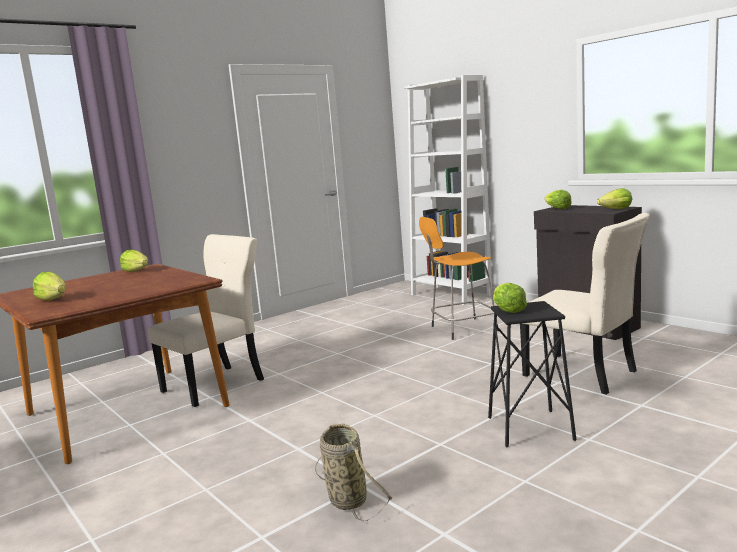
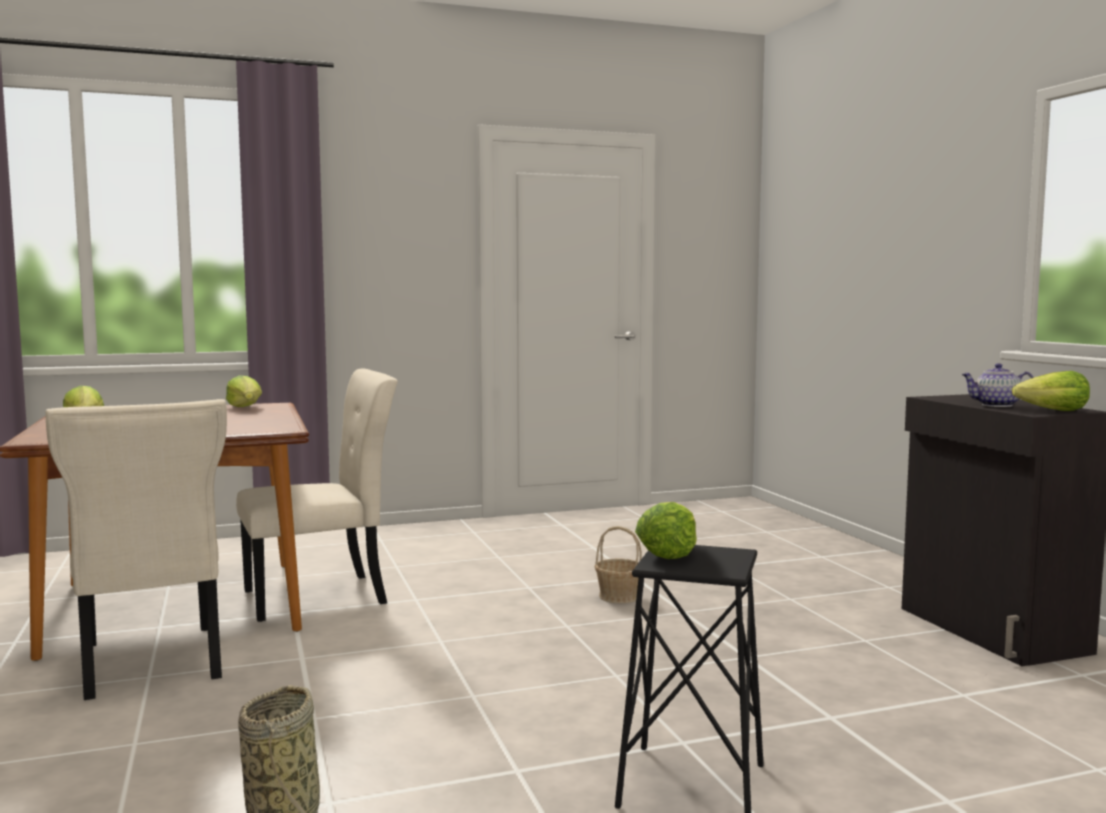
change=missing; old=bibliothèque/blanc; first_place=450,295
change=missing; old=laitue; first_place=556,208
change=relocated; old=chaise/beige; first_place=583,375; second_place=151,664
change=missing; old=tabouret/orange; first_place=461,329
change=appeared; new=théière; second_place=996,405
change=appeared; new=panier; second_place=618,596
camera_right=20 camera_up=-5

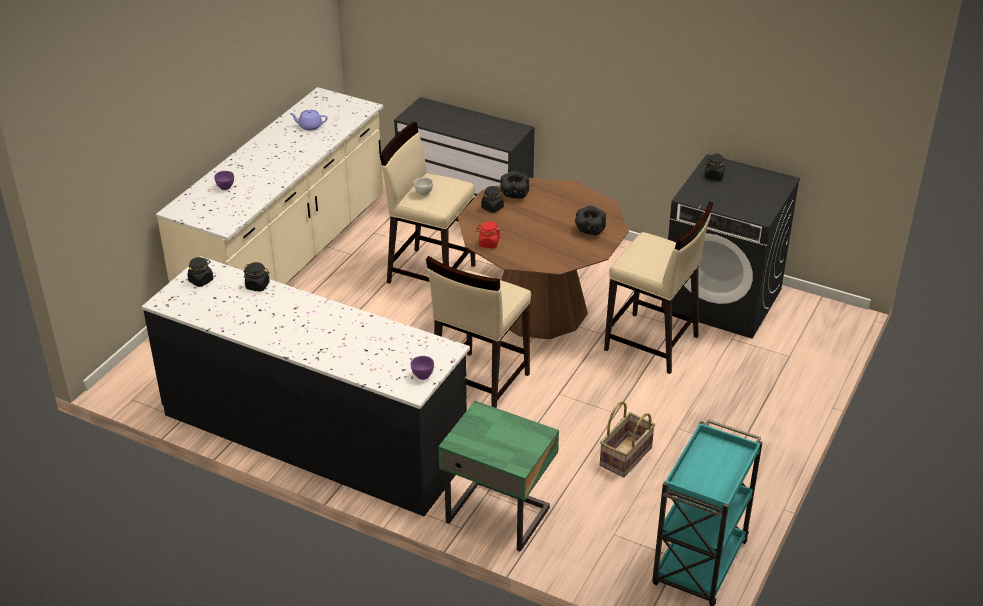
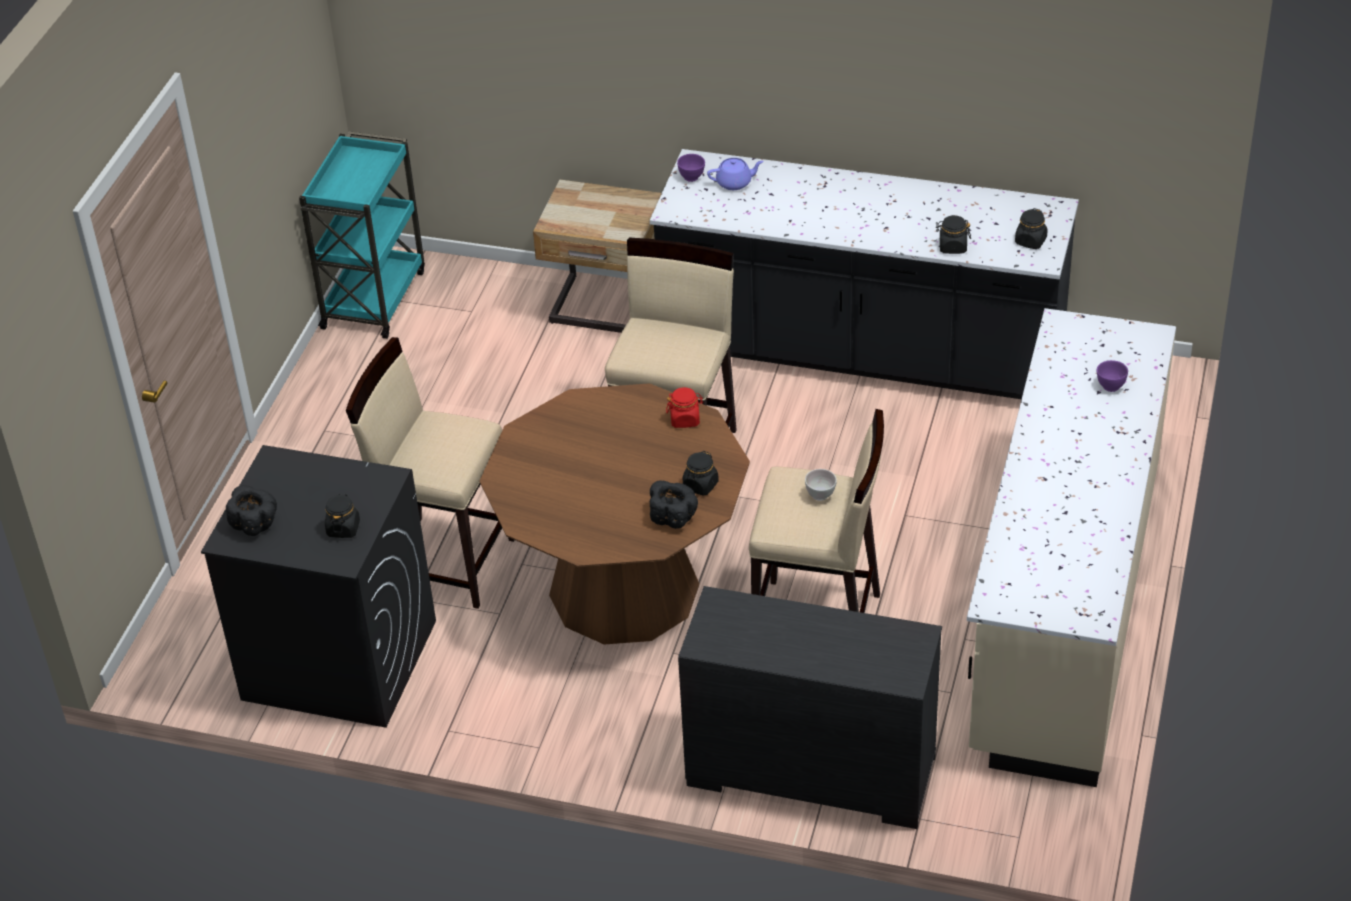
change=relocated; old=théière/violet; first_place=309,126; second_place=735,183
change=relocated; old=bol/noir; first_place=589,230; second_place=255,524
change=colour; old=table de chevet/vert; new=table de chevet/beige; first_place=498,513; second_place=606,309
change=missing; old=panier; first_place=626,457
camera_right=170 camera_up=5

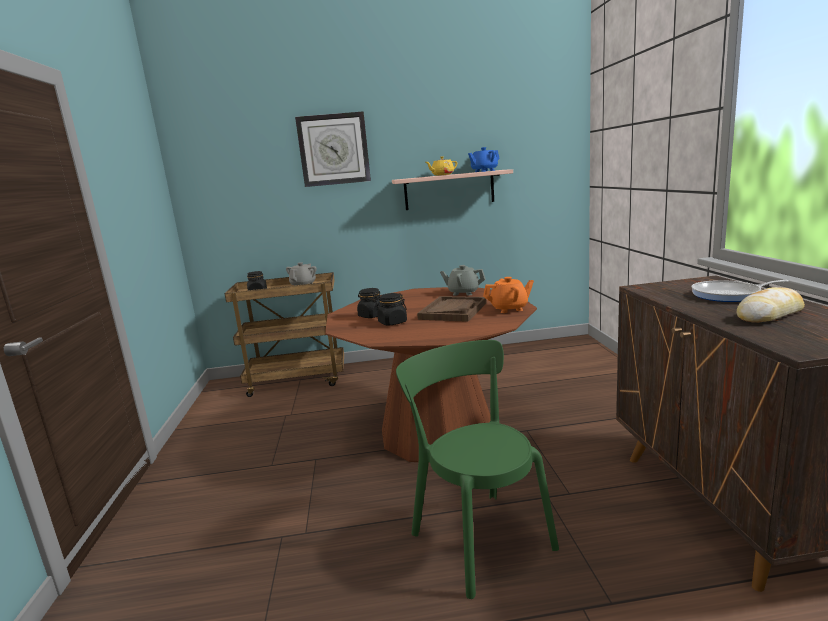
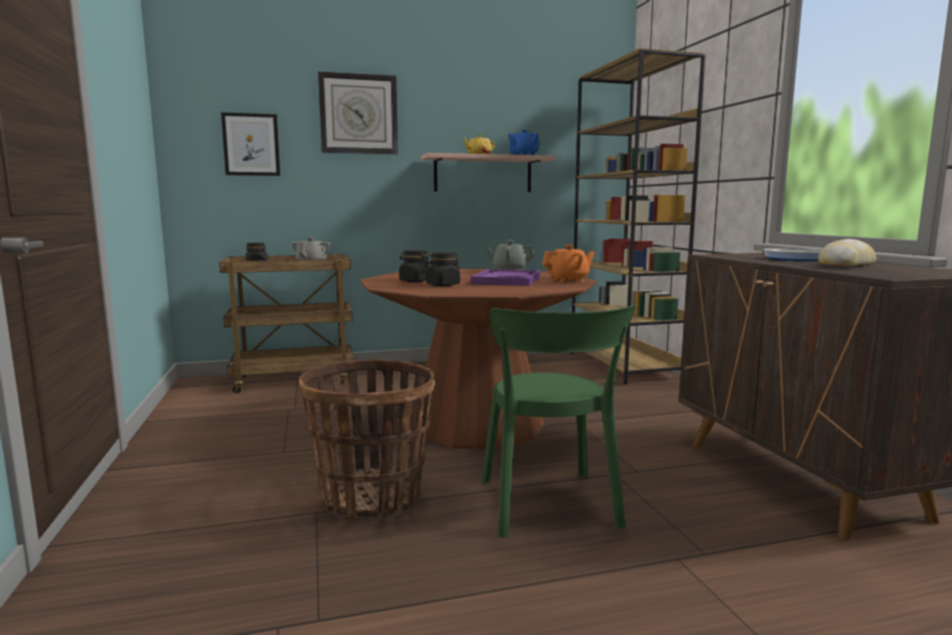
change=colour; old=plateau/marron; new=plateau/violet; first_place=453,311; second_place=506,280
change=spun; old=chaise/vert; first_place=478,536; second_place=549,506; degrees=-150
change=appeared; new=bibliothèque/marron; second_place=623,365
change=appeared; new=tableau; second_place=251,144
change=appeared; new=panier; second_place=372,497
camera_right=-10 camera_up=-5

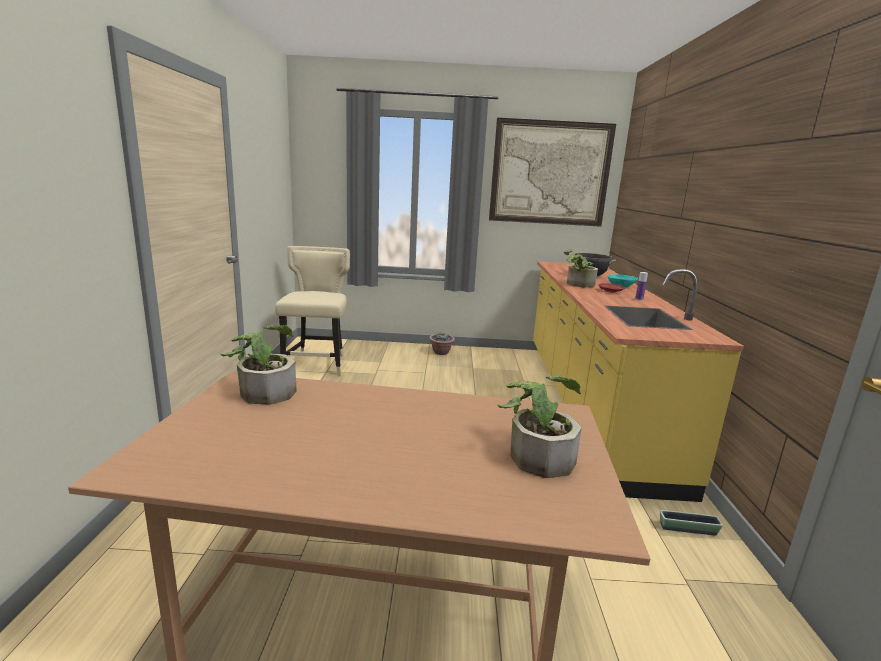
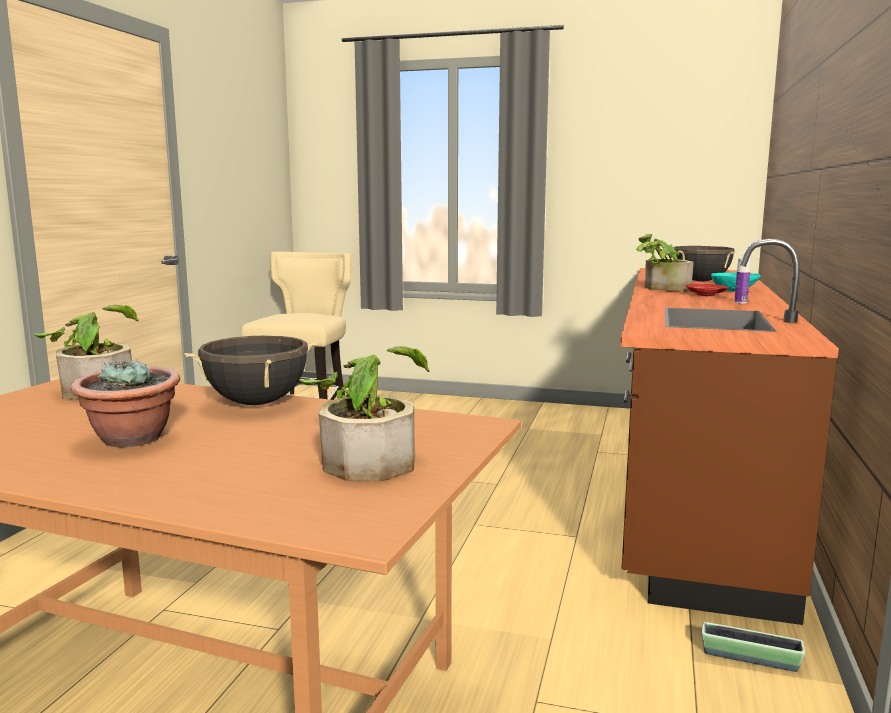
change=missing; old=tableau; first_place=550,173
change=colour; old=comptoir de cuisine/jaune; new=comptoir de cuisine/marron; first_place=589,404; second_place=690,482
change=relocated; old=plante en pot; first_place=441,352; second_place=132,439
change=appeared; new=marmite/noir; second_place=257,403
camera_right=15 camera_up=-5

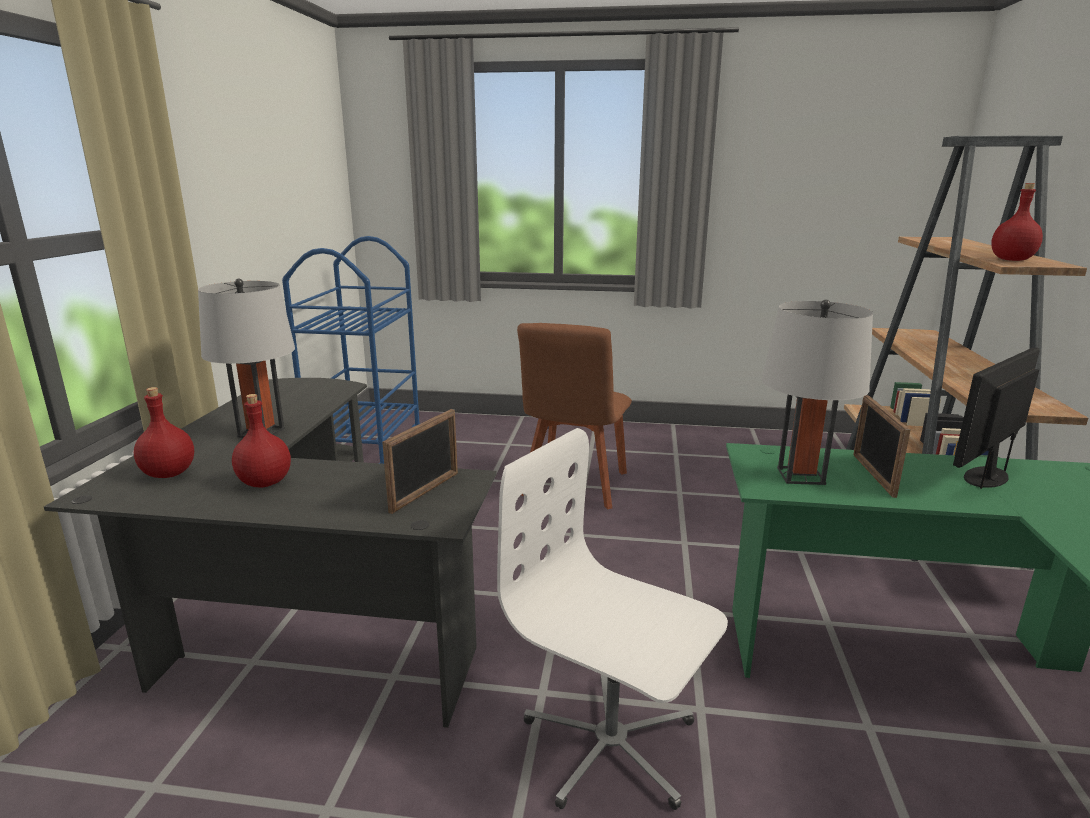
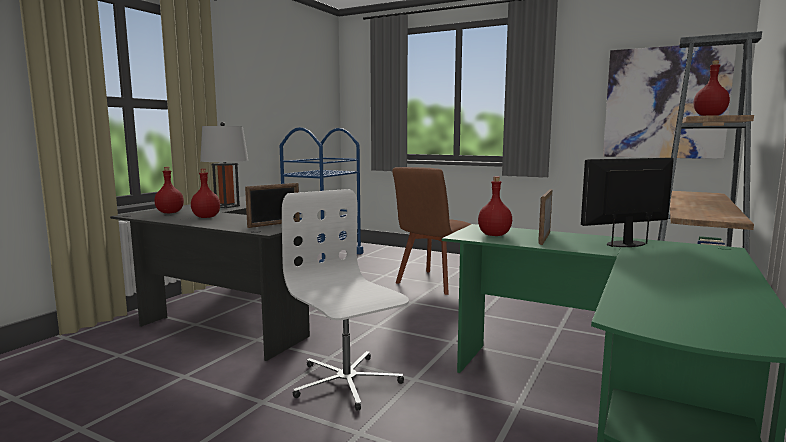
change=exchanged; old=lampe de table/gris; new=bouteille/rouge; first_place=801,476; second_place=494,235
change=appeared; new=tableau; second_place=665,103
camera_right=20 camera_up=-10

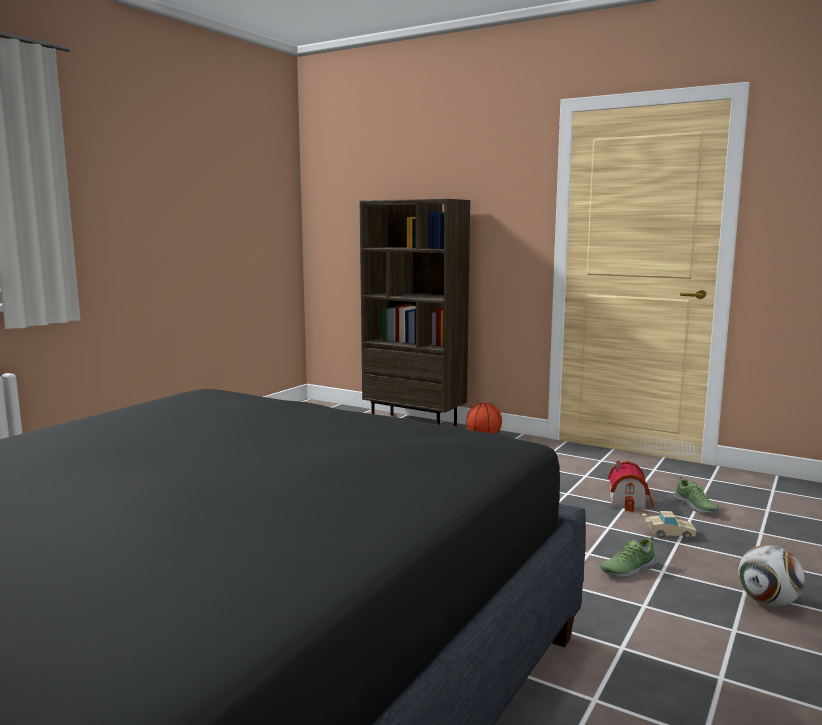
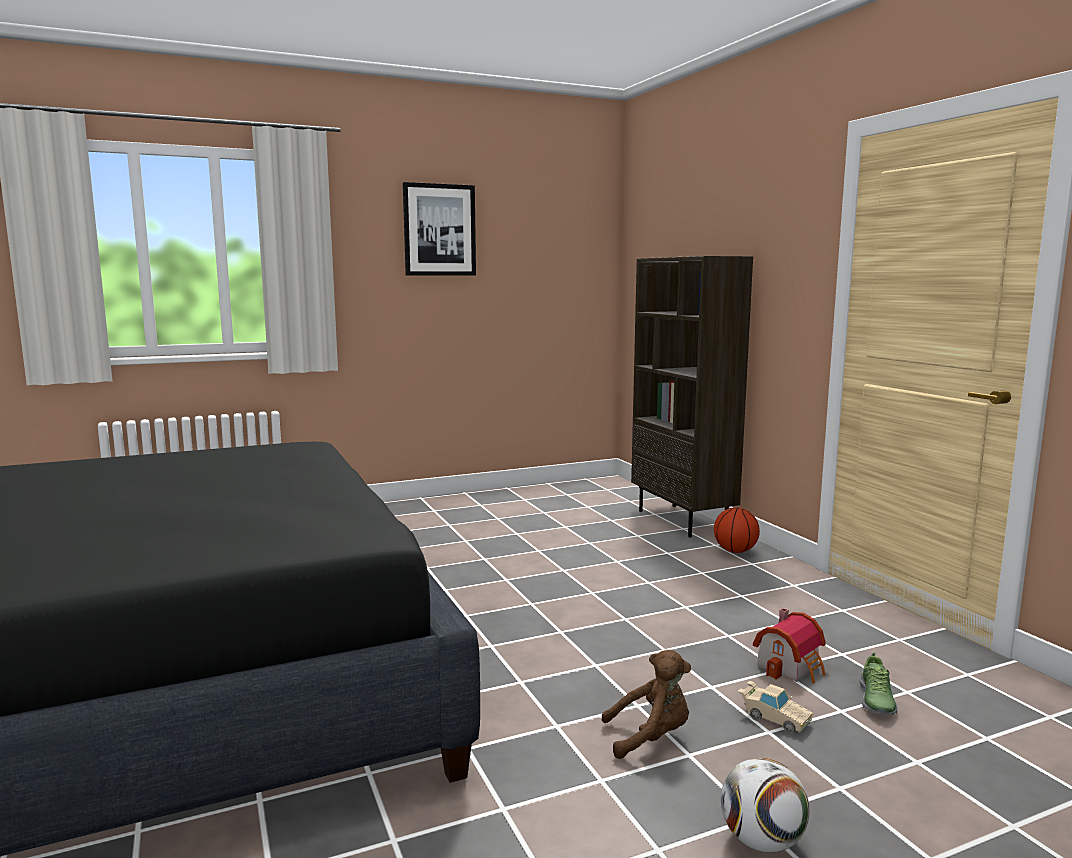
change=exchanged; old=chaussure; new=peluche/marron; first_place=627,569; second_place=650,737
change=appeared; new=tableau; second_place=439,230
camera_right=35 camera_up=0

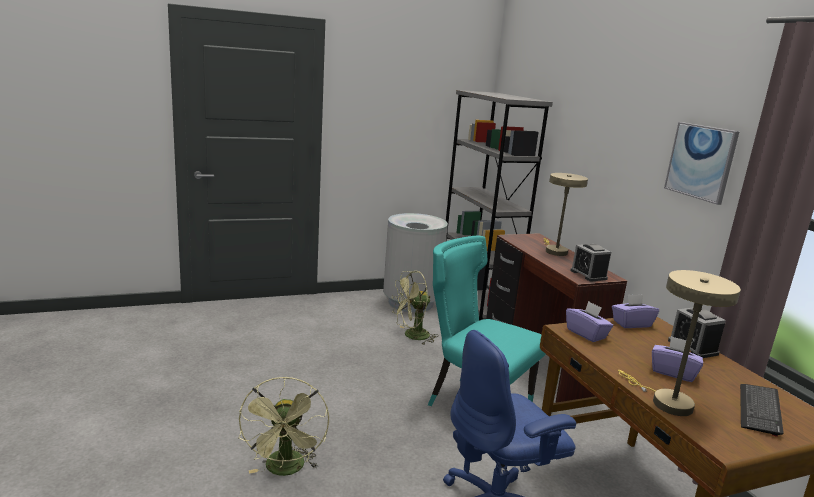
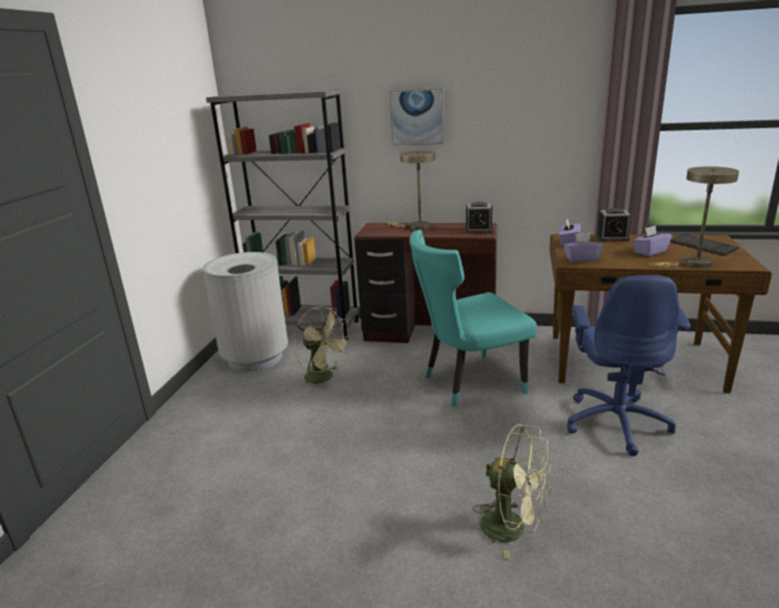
change=relocated; old=tableau; first_place=701,161; second_place=417,117
change=spun; old=ventilateur/vert; first_place=411,336; second_place=324,378; degrees=-60
camera_right=-55 camera_up=5

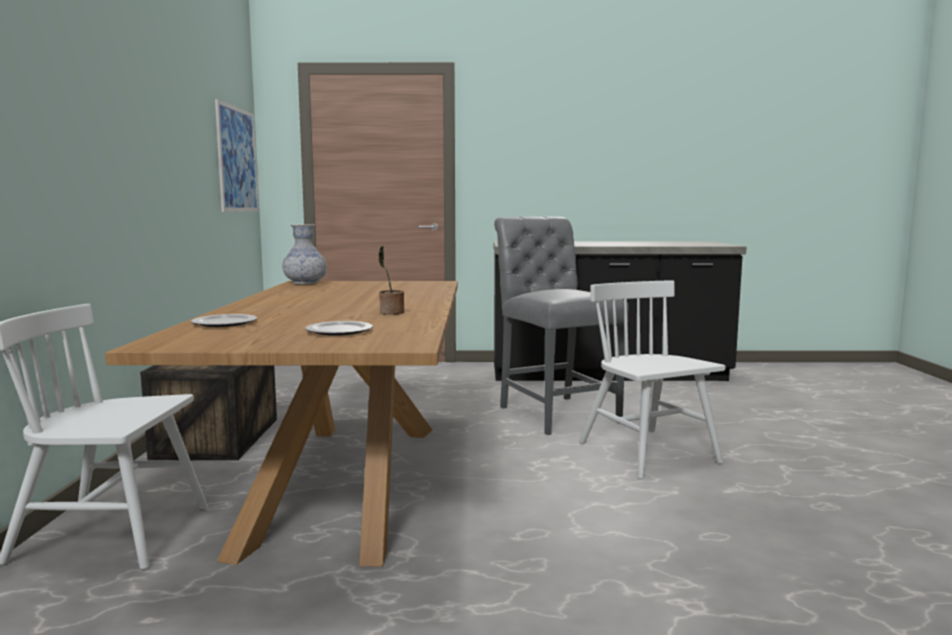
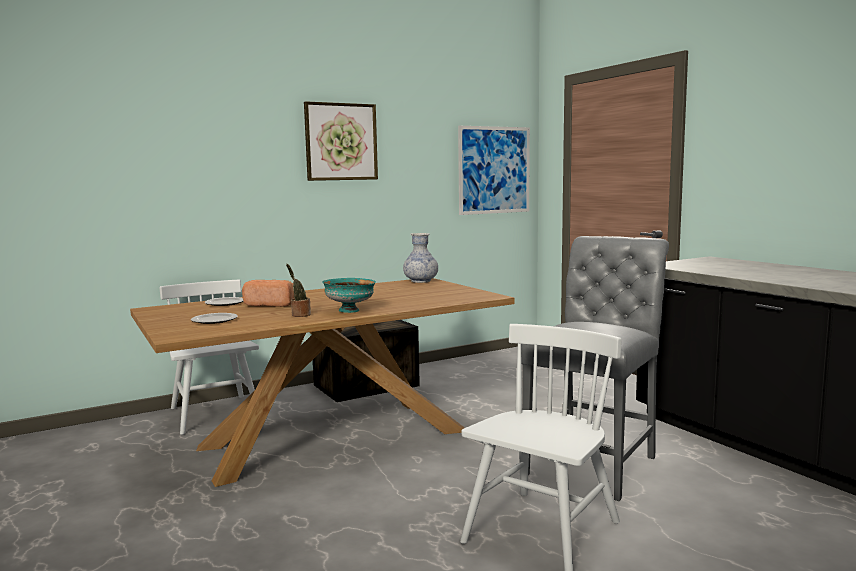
change=appeared; new=tableau; second_place=341,142
change=appeared; new=bol/turquoise; second_place=350,310
change=appeared; new=pain; second_place=272,304
camera_right=60 camera_up=0

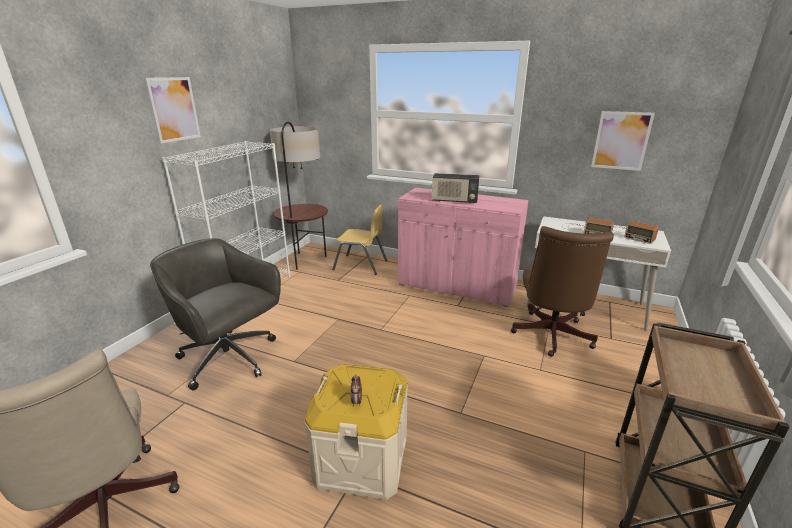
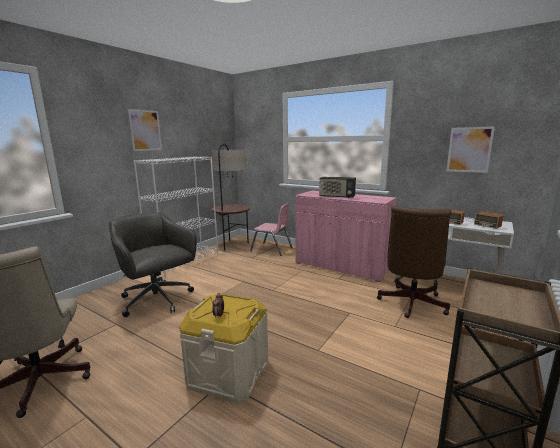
change=colour; old=chaise/jaune; new=chaise/rose; first_place=360,265; second_place=271,249
camera_right=10 camera_up=-10

